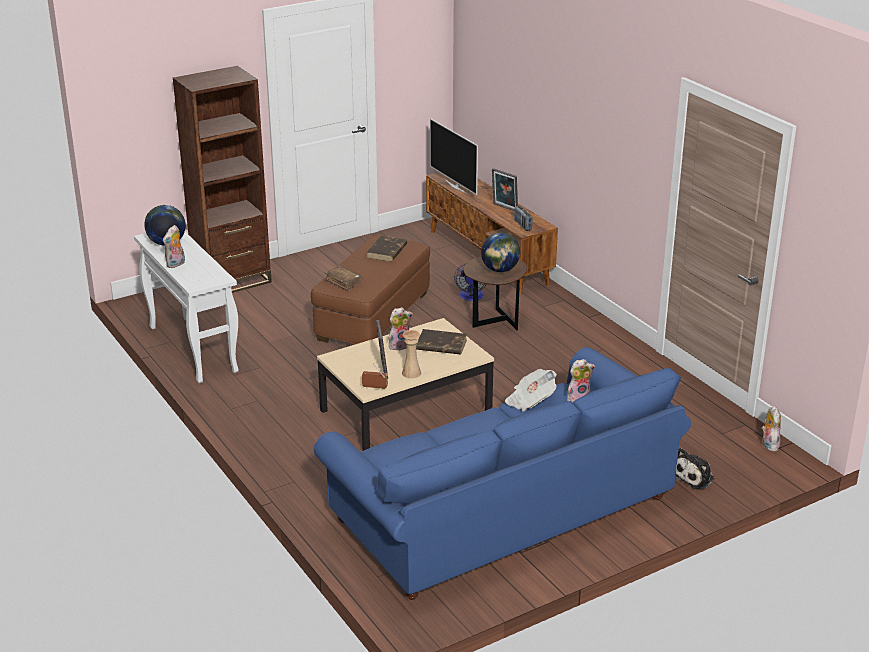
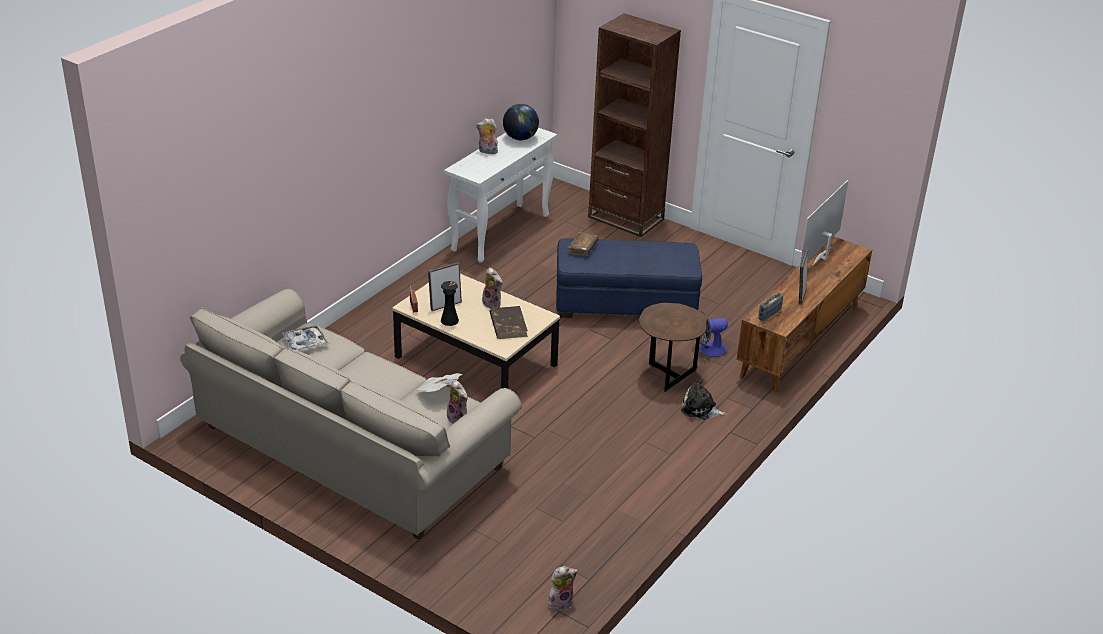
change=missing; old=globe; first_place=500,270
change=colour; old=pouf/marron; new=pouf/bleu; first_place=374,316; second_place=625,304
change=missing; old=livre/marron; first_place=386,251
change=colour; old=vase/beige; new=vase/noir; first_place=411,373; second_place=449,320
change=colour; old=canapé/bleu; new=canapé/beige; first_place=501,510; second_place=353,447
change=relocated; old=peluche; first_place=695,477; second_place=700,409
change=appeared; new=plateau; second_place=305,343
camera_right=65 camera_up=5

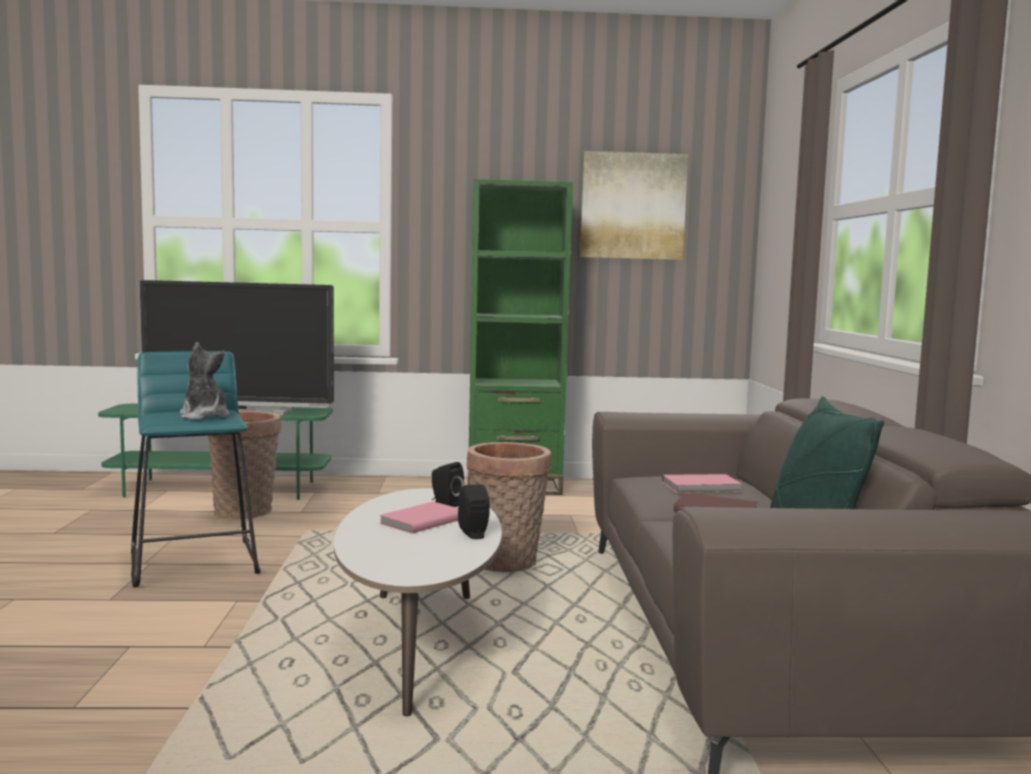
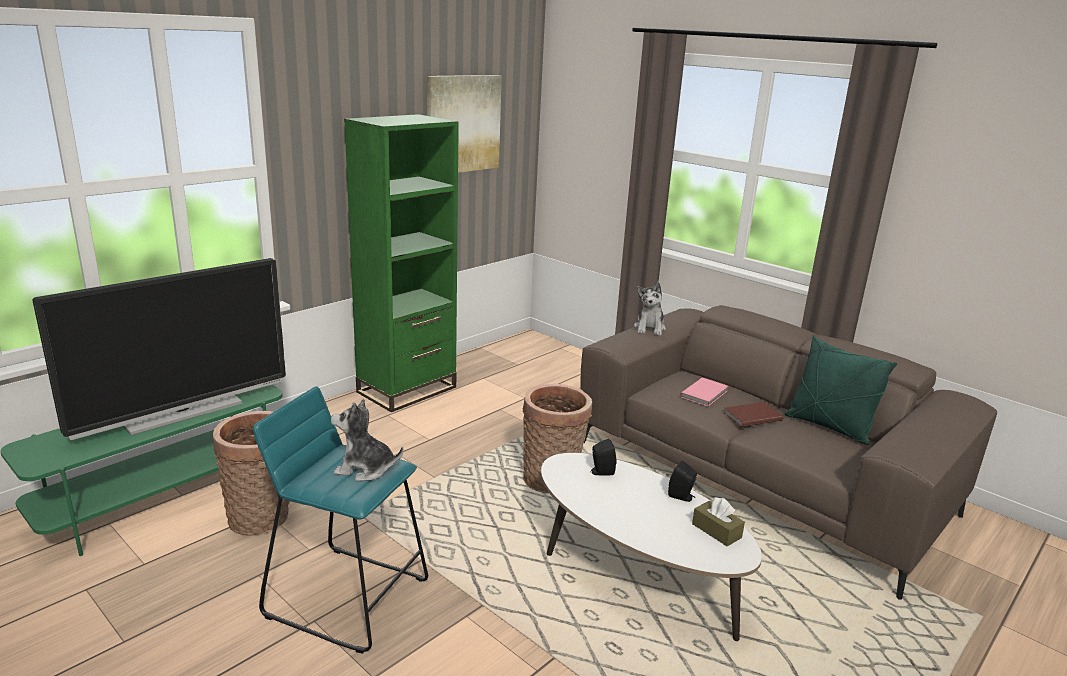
change=missing; old=livre/rose; first_place=421,521
change=appeared; new=peluche; second_place=649,328
change=appeared; new=boîte à mouchoirs/marron; second_place=716,531
camera_right=-45 camera_up=15

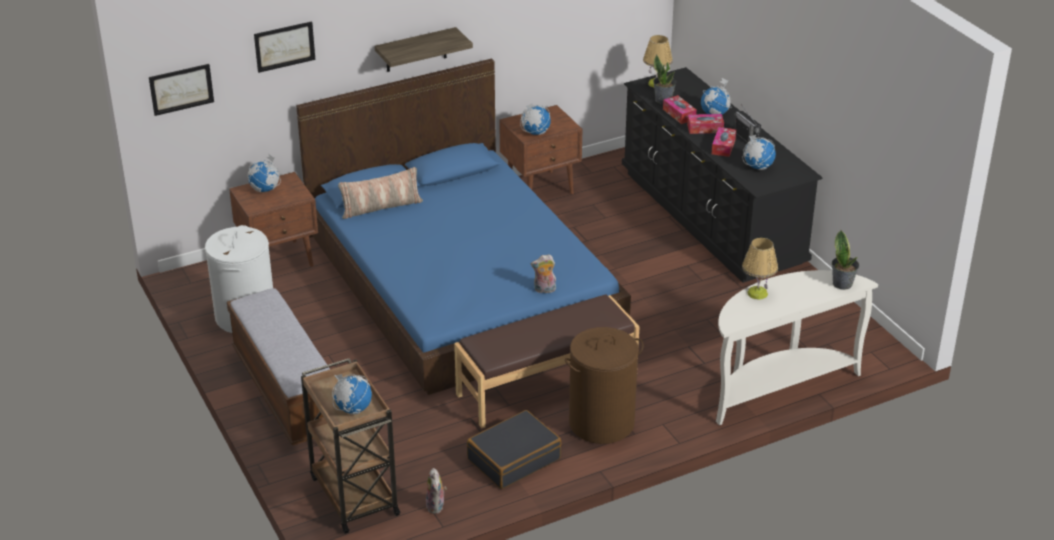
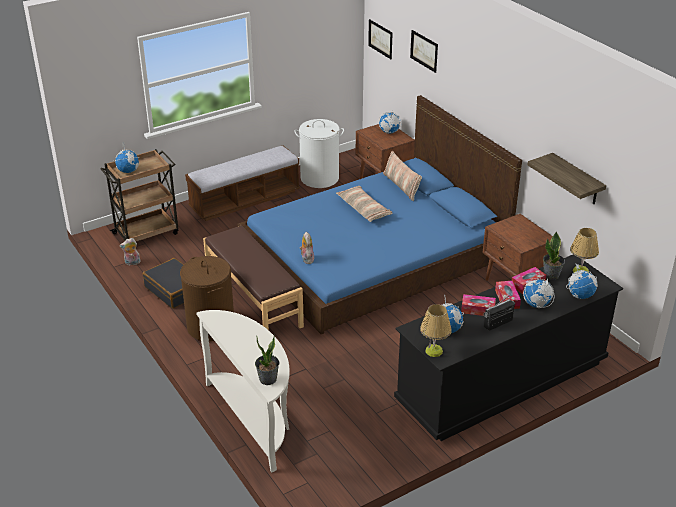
change=relocated; old=étagère; first_place=416,50; second_place=577,180
change=relocated; old=globe; first_place=535,133; second_place=580,295
change=relocated; old=lampe de table; first_place=757,293; second_place=434,351
change=appeared; new=coussin; second_place=364,209
camera_right=85 camera_up=0

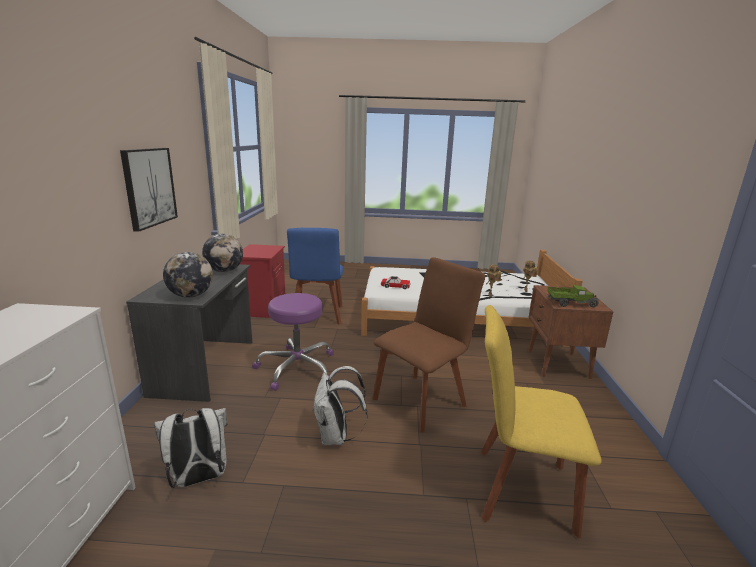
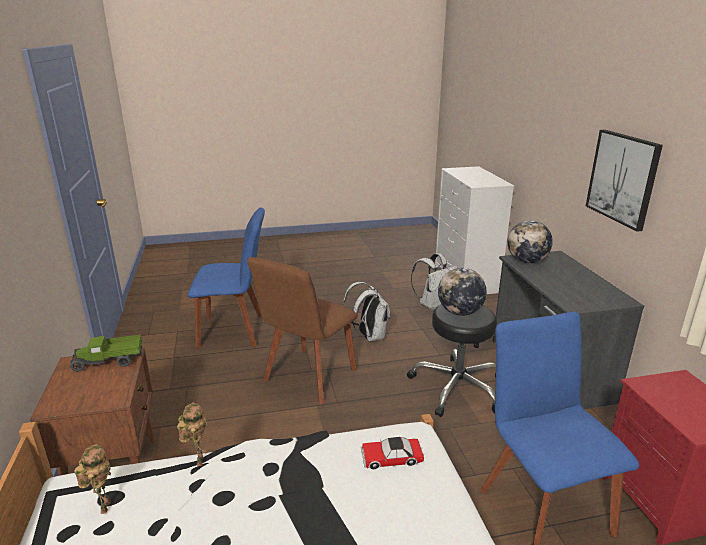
change=relocated; old=globe; first_place=224,271; second_place=460,312
change=colour; old=tabouret/violet; new=tabouret/noir; first_place=297,368; second_place=458,387
change=colour; old=chaise/jaune; new=chaise/bleu; first_place=518,489; second_place=235,330
camera_right=165 camera_up=5

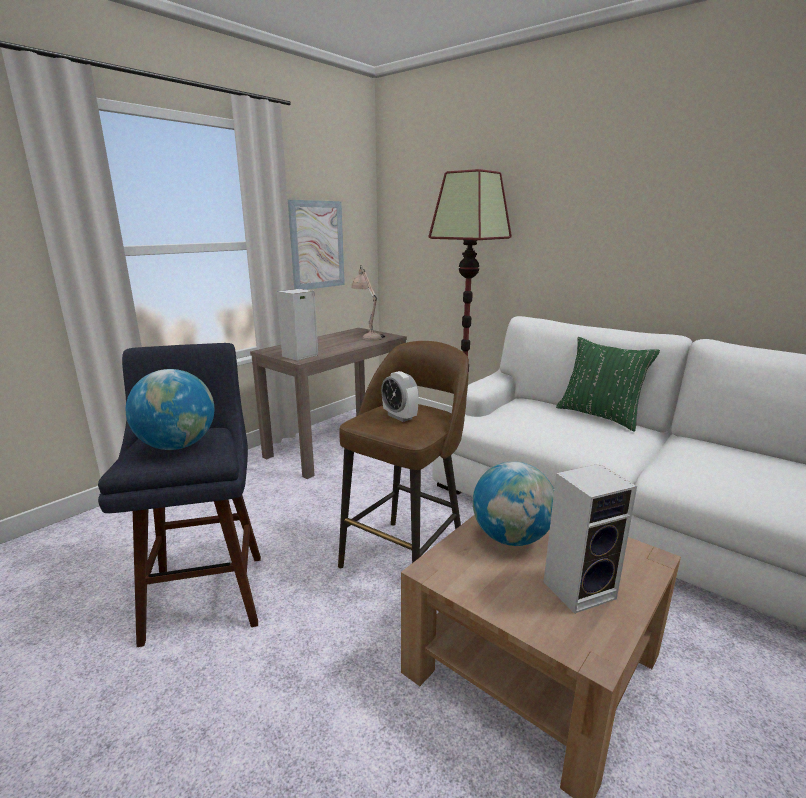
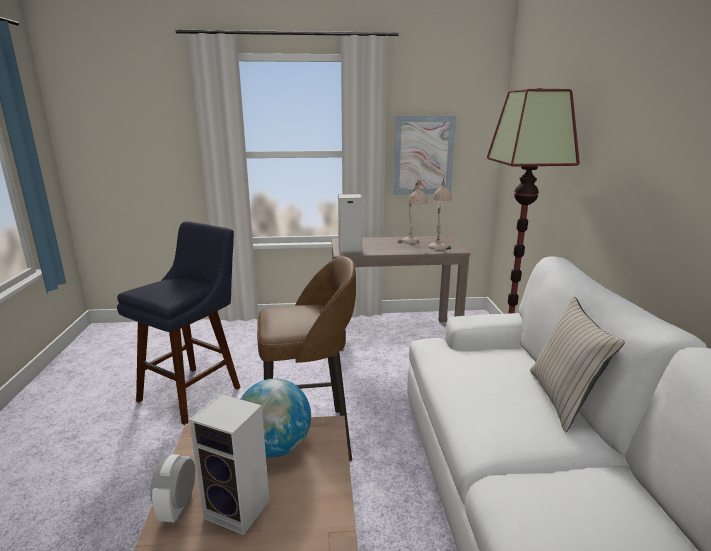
change=colour; old=coussin/vert; new=coussin/beige; first_place=599,416; second_place=563,399
change=missing; old=globe; first_place=177,446
change=relocated; old=réveil; first_place=399,417; second_place=178,507
change=appeared; new=lampe de table/beige; second_place=412,244
camera_right=45 camera_up=0

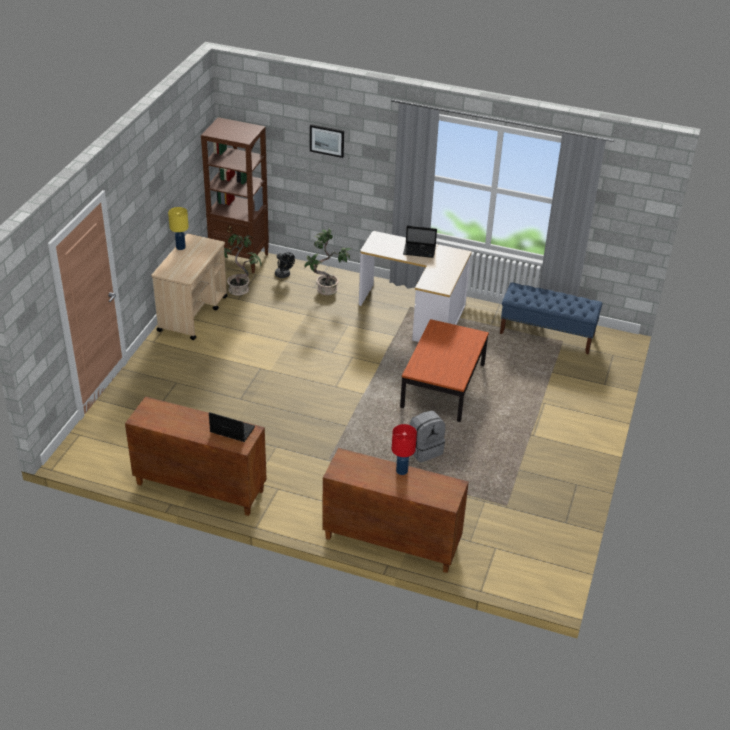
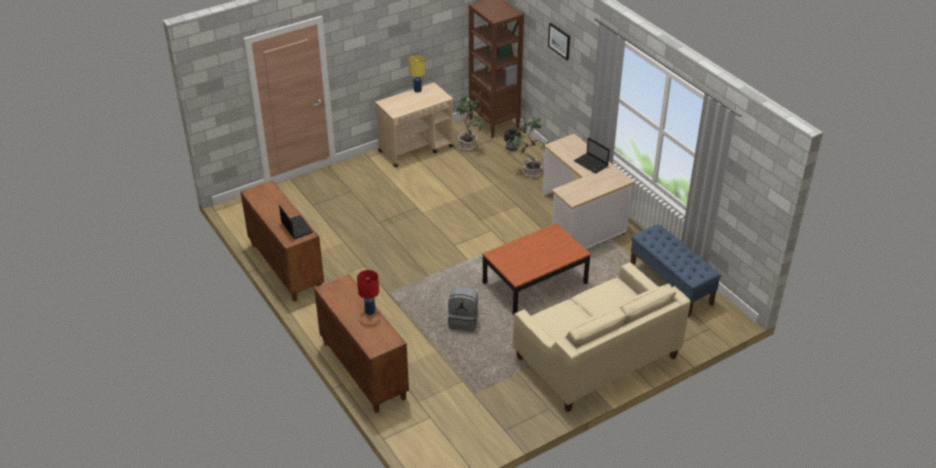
change=appeared; new=canapé/beige; second_place=596,357
camera_right=40 camera_up=0

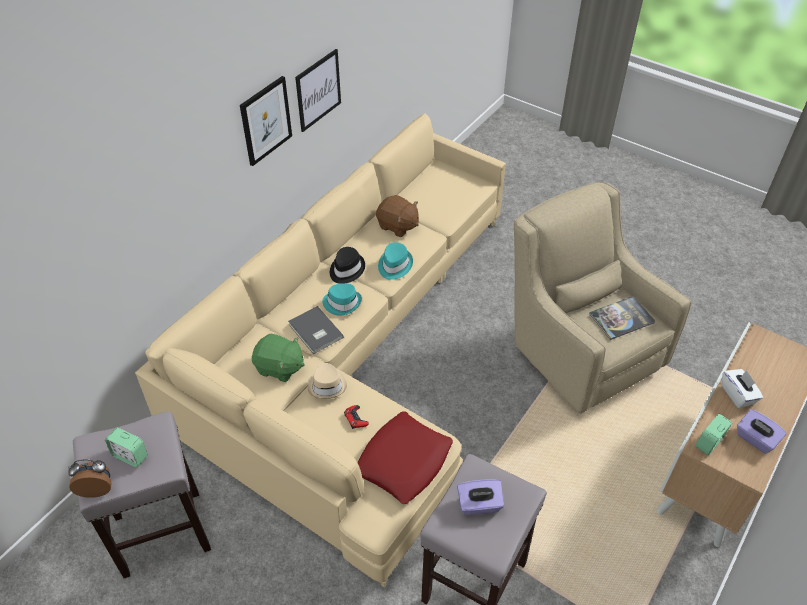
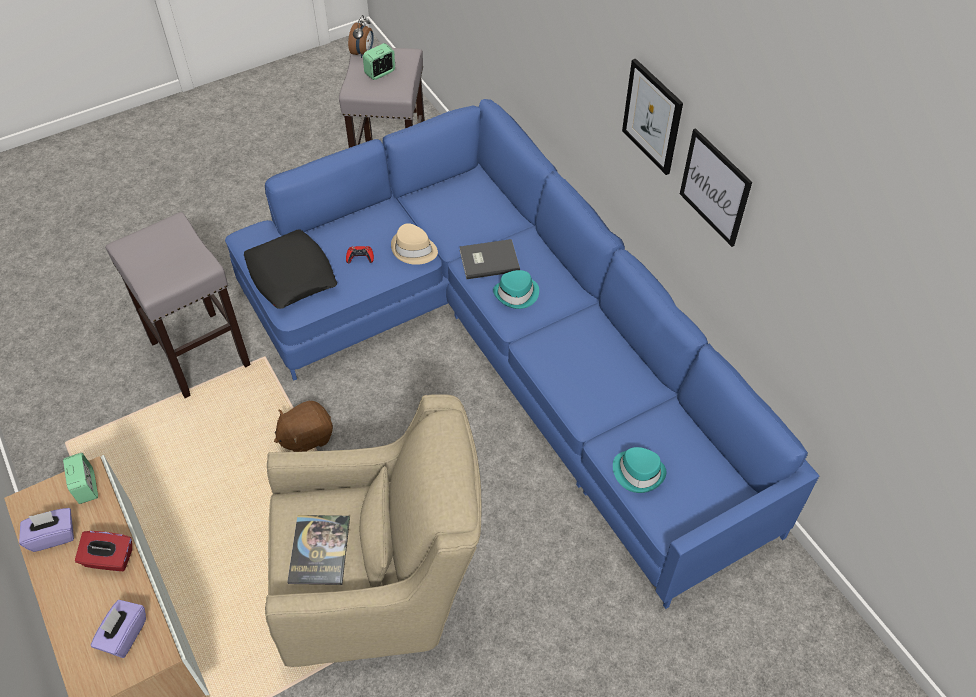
change=colour; old=canapé/beige; new=canapé/bleu; first_place=350,357; second_place=505,351
change=relocated; old=peluche/marron; first_place=397,226; second_place=306,437
change=relocated; old=chapeau/turquoise; first_place=394,265; second_place=638,472
change=missing; old=chapeau/noir; first_place=346,269
change=missing; old=peluche/vert; first_place=279,367
change=colour; old=boîte à mouchoirs/blanc; new=boîte à mouchoirs/rouge; first_place=737,395; second_place=109,559
change=colour; old=coussin/rouge; new=coussin/noir; first_place=403,461; second_place=291,275
change=relocated; old=boîte à mouchoirs/violet; first_place=479,505; second_place=123,635
camera_right=115 camera_up=5

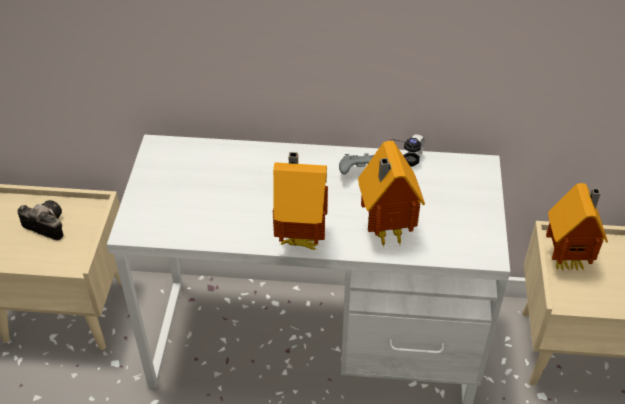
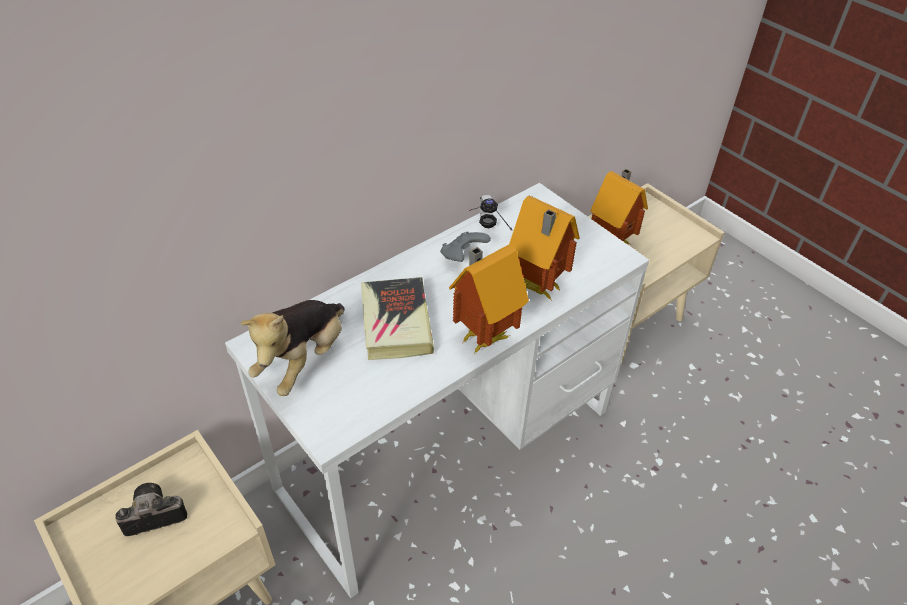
change=appeared; new=livre; second_place=396,323
change=appeared; new=peluche; second_place=303,360
camera_right=-45 camera_up=0

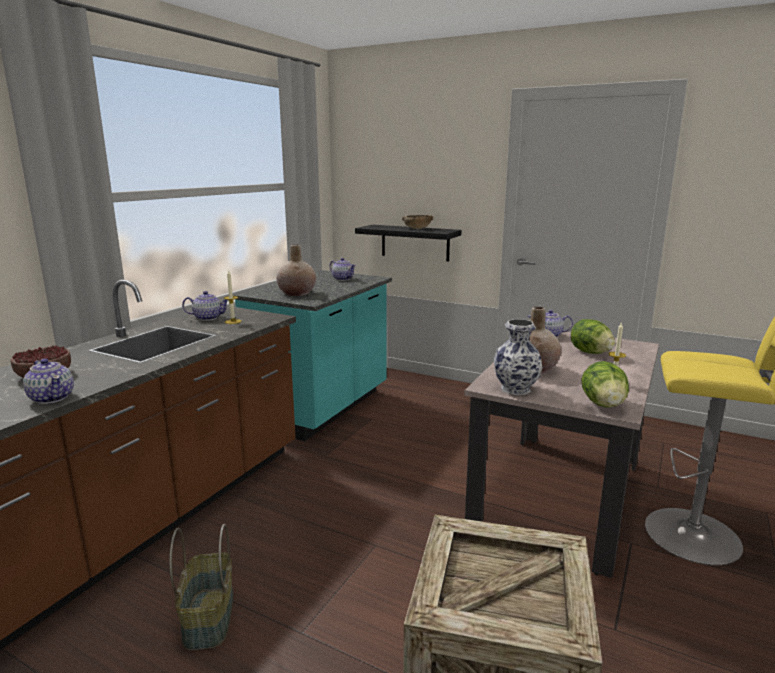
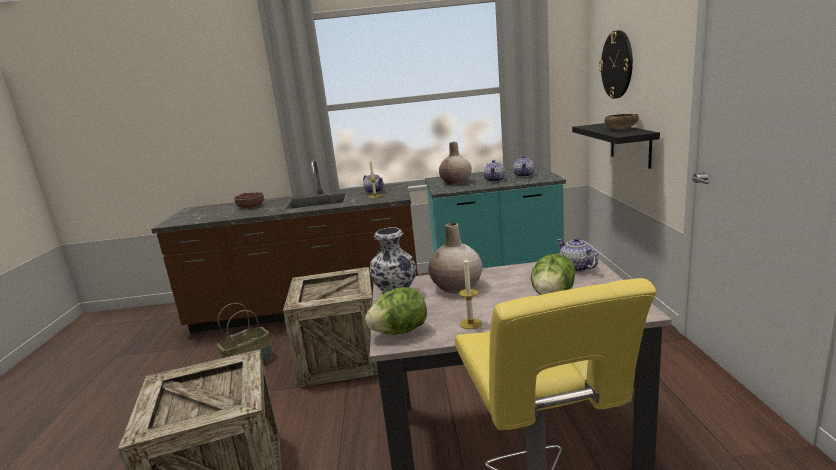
change=relocated; old=théière; first_place=52,397; second_place=494,180
change=appeared; new=horloge murale; second_place=617,65
change=appeared; new=caisse; second_place=341,358
camera_right=60 camera_up=0

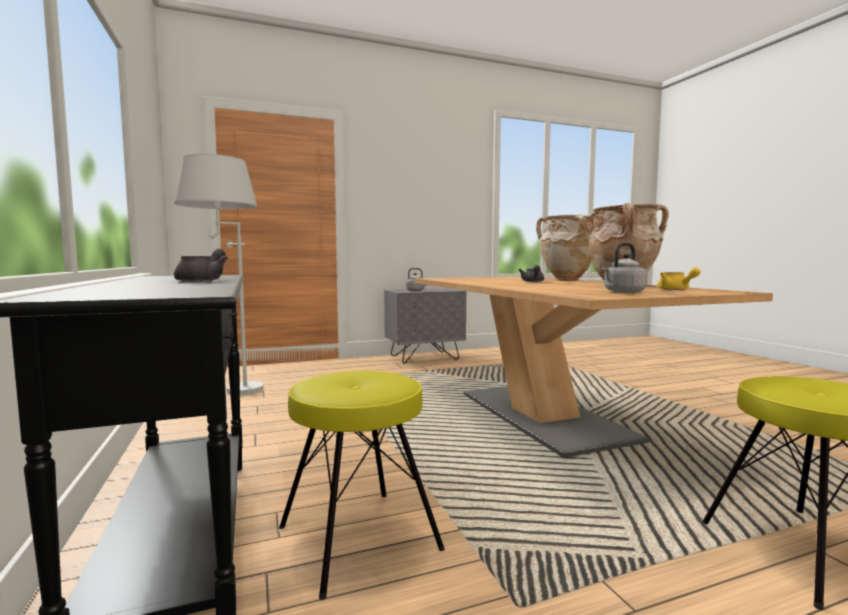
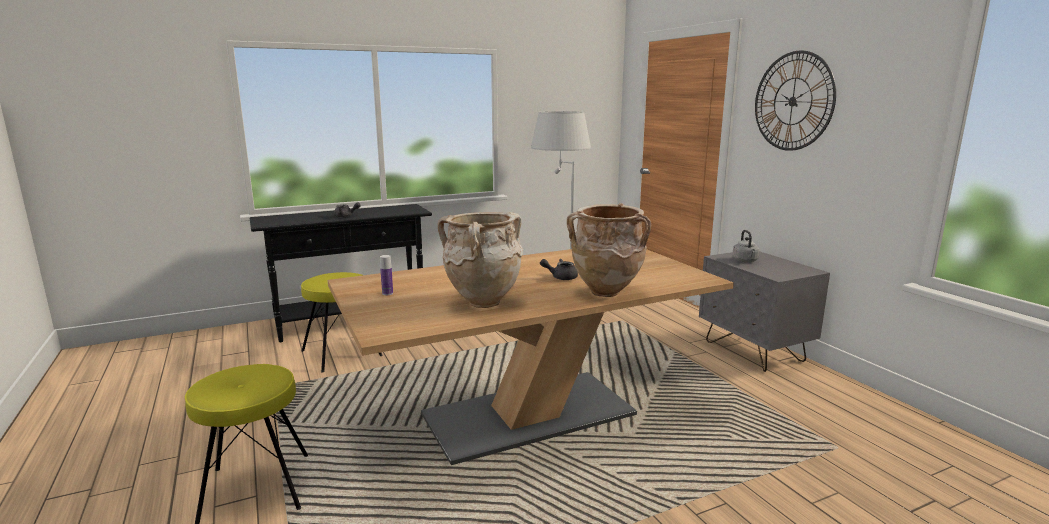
change=exchanged; old=bouilloire/gris; new=bouteille; first_place=623,292; second_place=387,293
change=missing; old=théière/jaune; first_place=676,289
change=appeared; new=horloge murale; second_place=793,101
camera_right=85 camera_up=10

